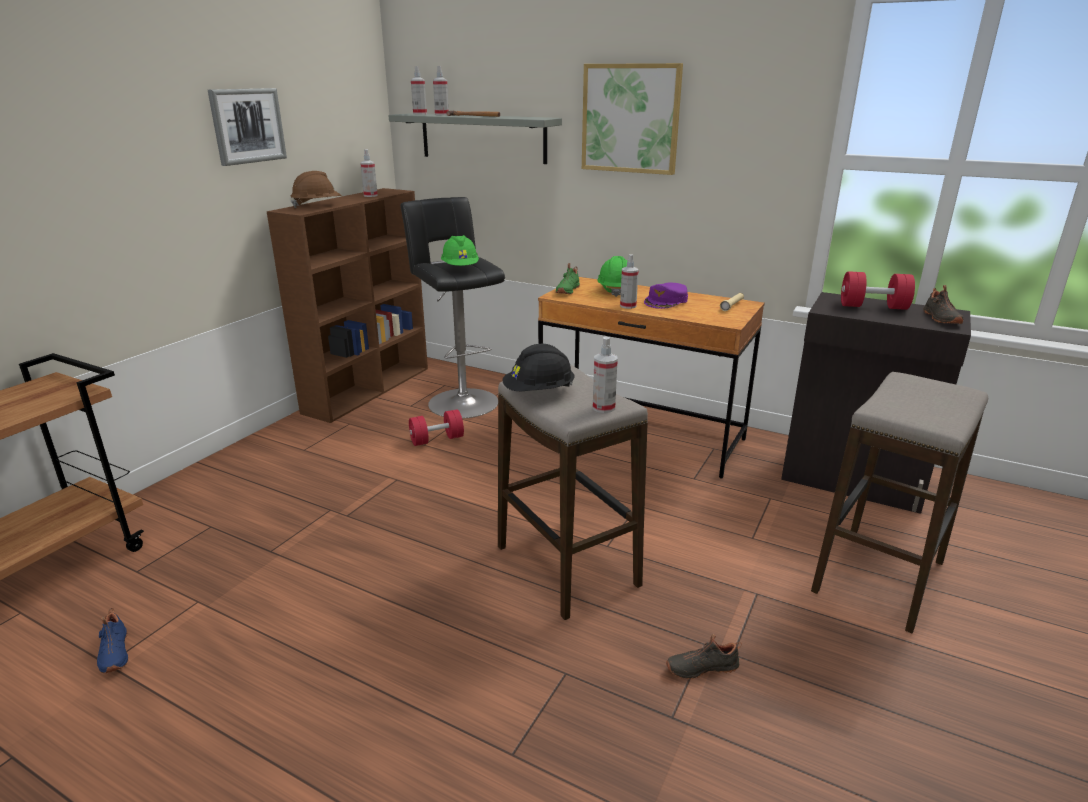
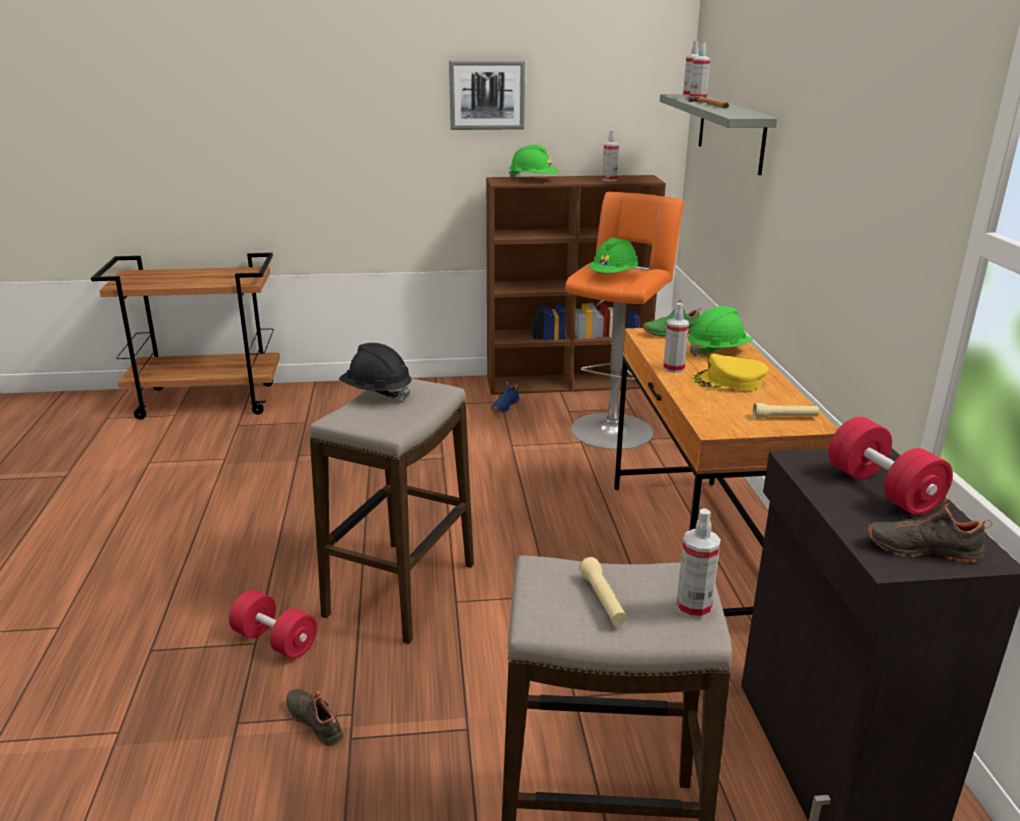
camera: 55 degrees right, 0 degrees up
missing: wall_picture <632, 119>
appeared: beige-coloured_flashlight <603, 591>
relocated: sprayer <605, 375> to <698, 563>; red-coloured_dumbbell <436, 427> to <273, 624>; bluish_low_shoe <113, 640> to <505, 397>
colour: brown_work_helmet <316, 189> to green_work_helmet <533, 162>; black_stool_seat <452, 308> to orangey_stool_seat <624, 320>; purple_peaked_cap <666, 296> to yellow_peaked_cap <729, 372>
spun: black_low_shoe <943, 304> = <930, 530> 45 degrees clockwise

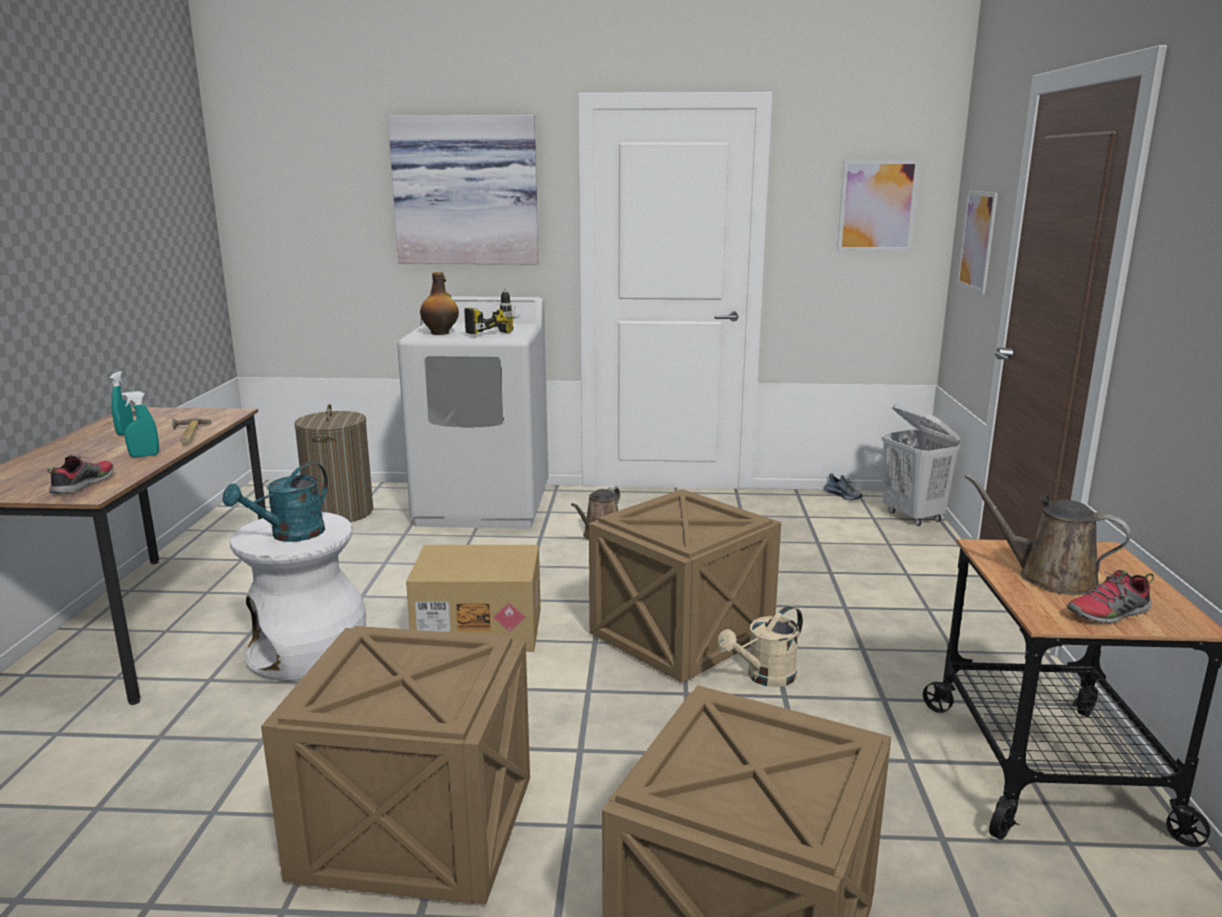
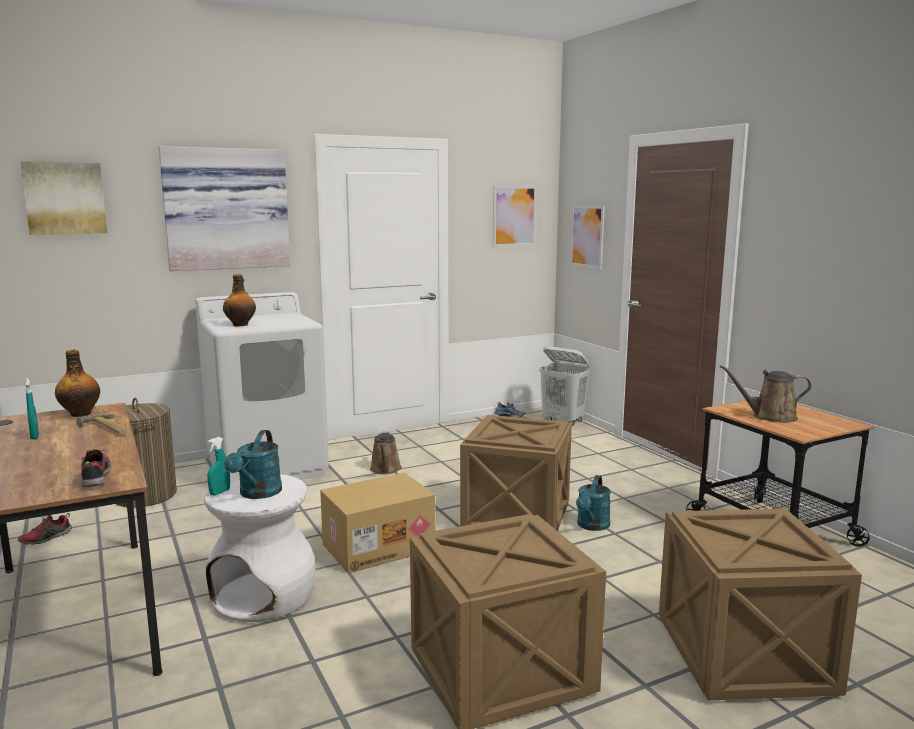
camera: 30 degrees left, 5 degrees down
missing: power_drill <488, 311>
appeared: wall_picture <63, 198>; bottle <77, 383>
relocated: turquoise_sprayer <140, 424> to <218, 466>; low_shoe <1110, 597> to <45, 529>
colour: beige-coloured_sprinkling_can <760, 646> to turquoise_sprinkling_can <593, 503>

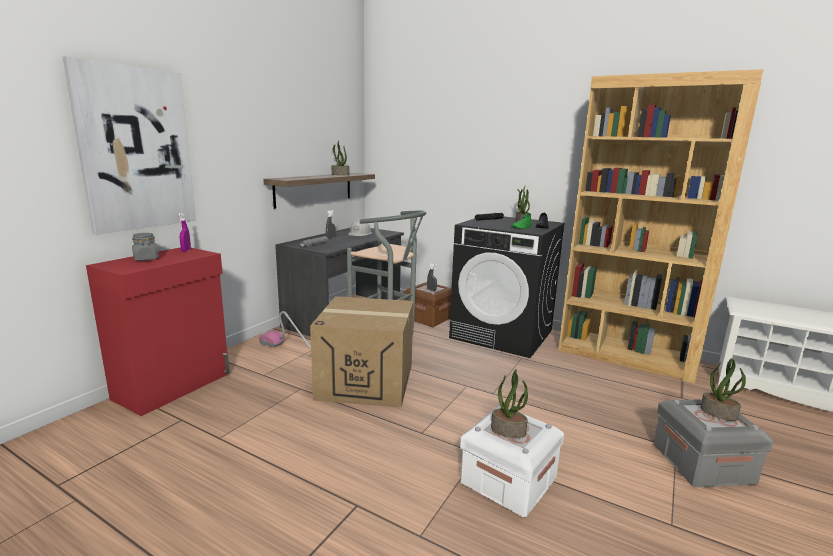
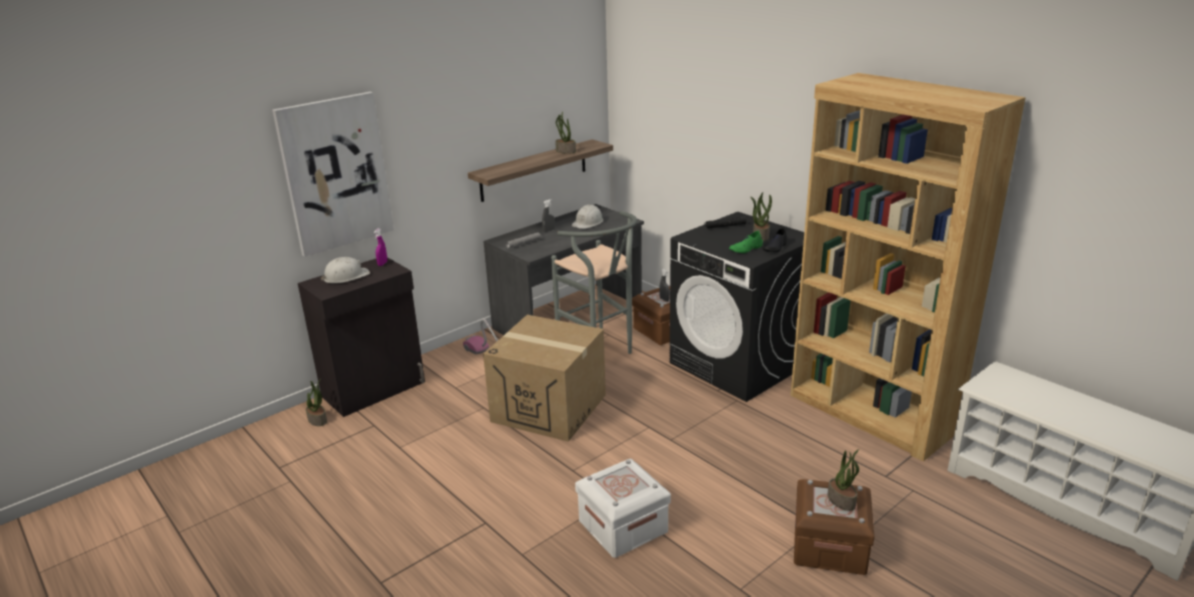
camera: 20 degrees right, 10 degrees up
relocated: plant_in_a_pot <509, 404> to <316, 402>
exchanged: gray_storage_jar <145, 247> to white-coloured_work_helmet <345, 270>
colour: red-coloured_cupboard <158, 331> to black_cupboard <361, 337>; gray_storage_bin <713, 443> to brown_storage_bin <834, 527>

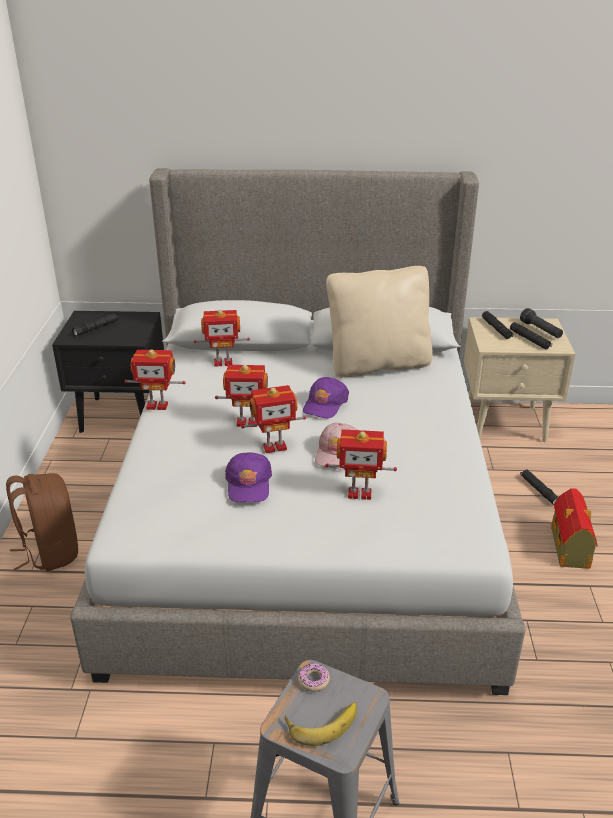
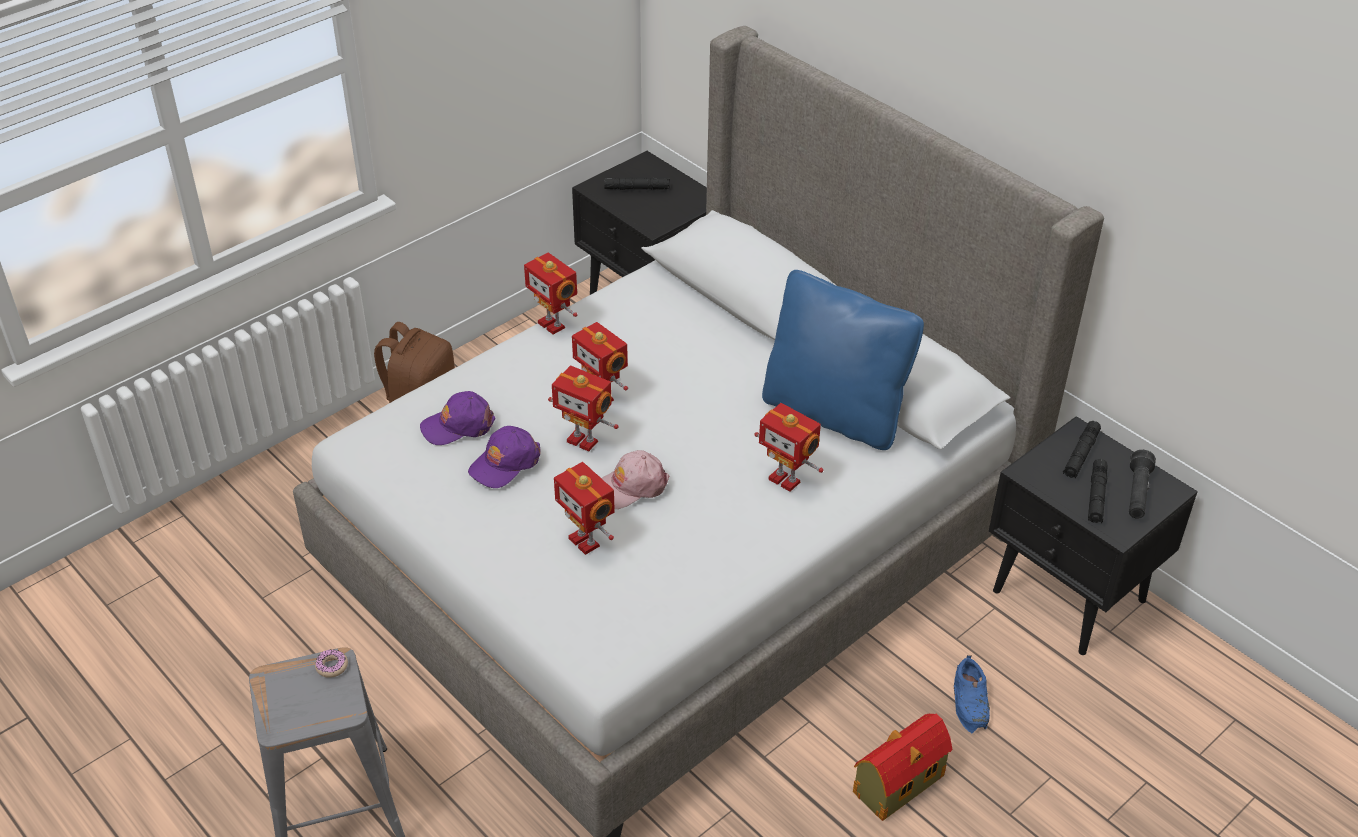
camera: 45 degrees right, 10 degrees up
missing: whole_banana <321, 724>
relocated: model_robot <222, 338> to <789, 447>; purple_peaked_cap <326, 397> to <458, 418>
exchanged: black_flashlight <539, 487> to bluish_low_shoe <972, 694>
colour: beige-coloured_cushion <379, 322> to bluish_cushion <843, 360>; beige-coloured_night_table <520, 380> to black_night_table <1093, 535>

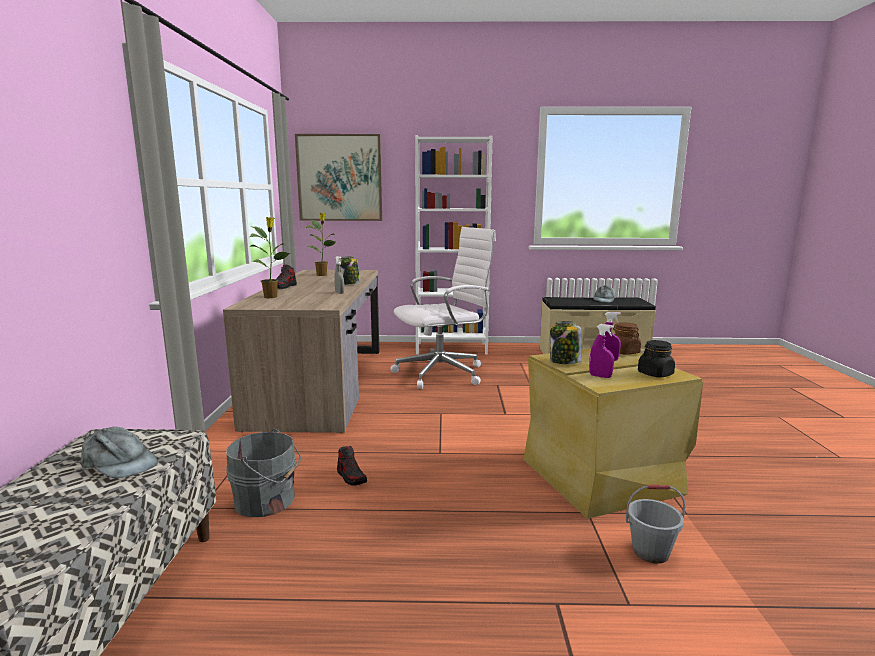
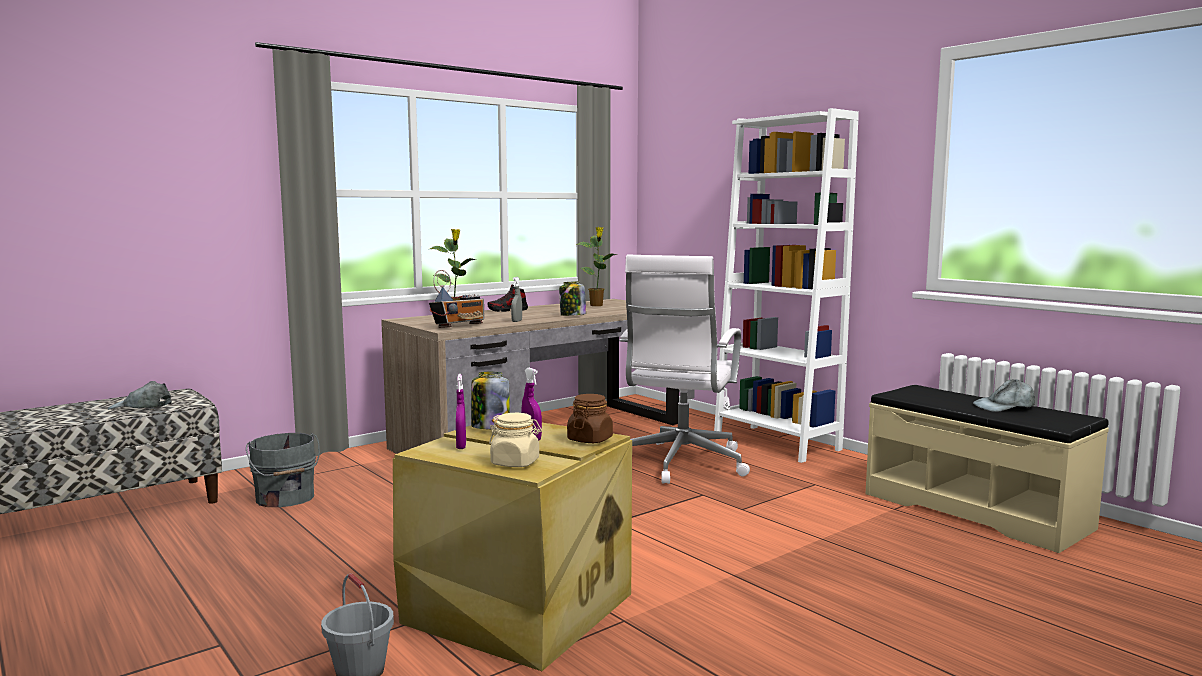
camera: 50 degrees right, 5 degrees down
missing: wall_picture <338, 177>; low_shoe <352, 466>
appeared: radio_set <457, 299>
colour: black_storage_jar <656, 359> to beige-coloured_storage_jar <515, 440>
spun: white-coloured_computer_chair <443, 308> = <684, 369> 90 degrees clockwise; gray_peaked_cap <119, 453> = <140, 395> 105 degrees clockwise

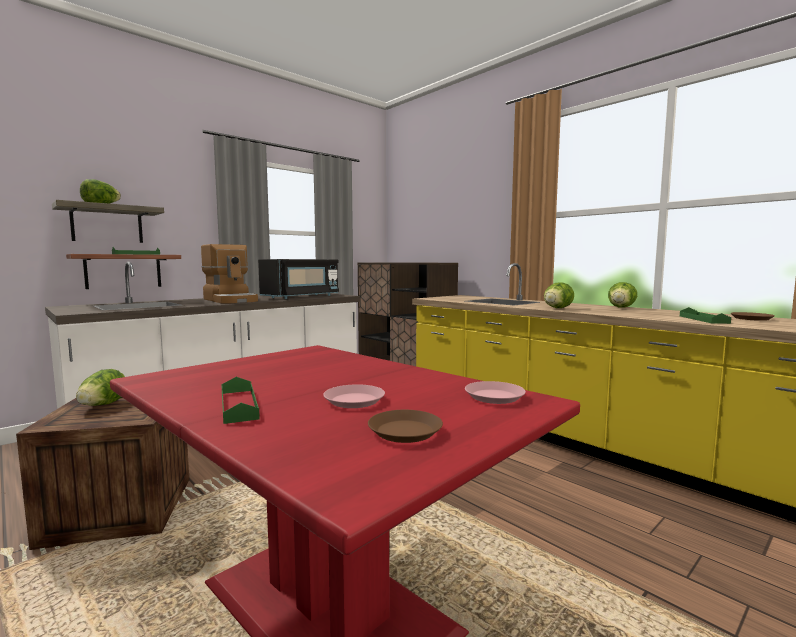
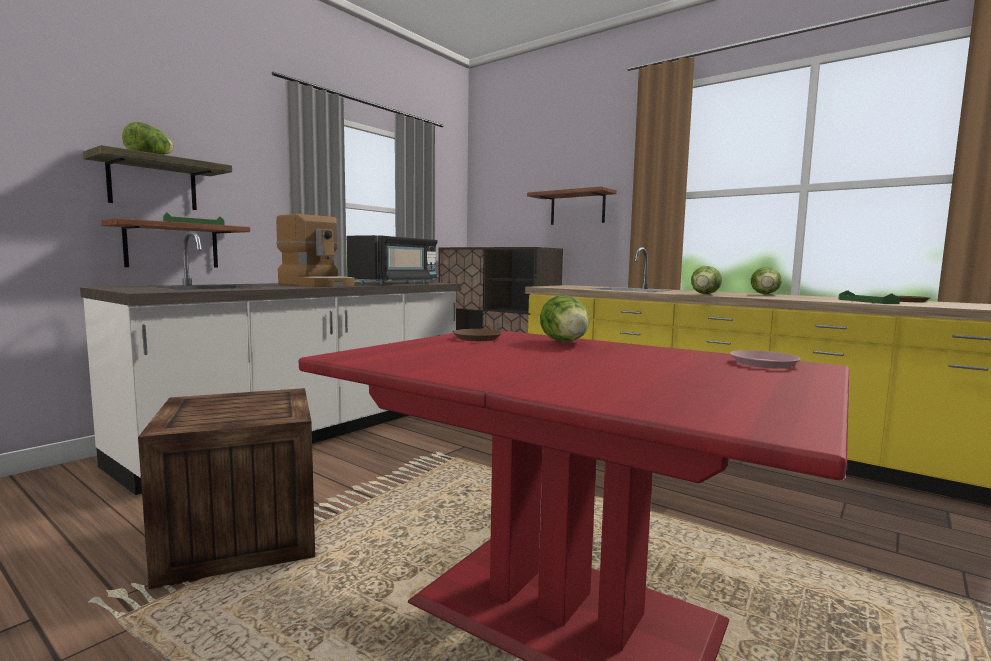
camera: 10 degrees left, 0 degrees up
missing: green_tray <240, 400>; pinkish_dinner_plate <354, 396>
appeared: bracket_shelf <572, 205>
relocated: head_of_lettuce <100, 387> to <565, 318>; brown_dinner_plate <405, 426> to <477, 335>

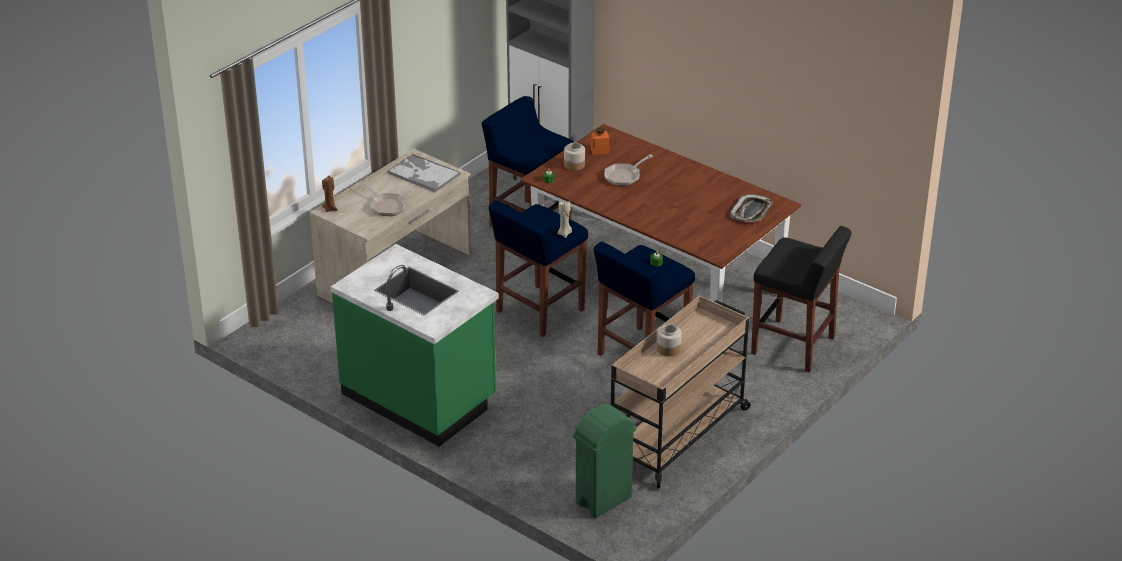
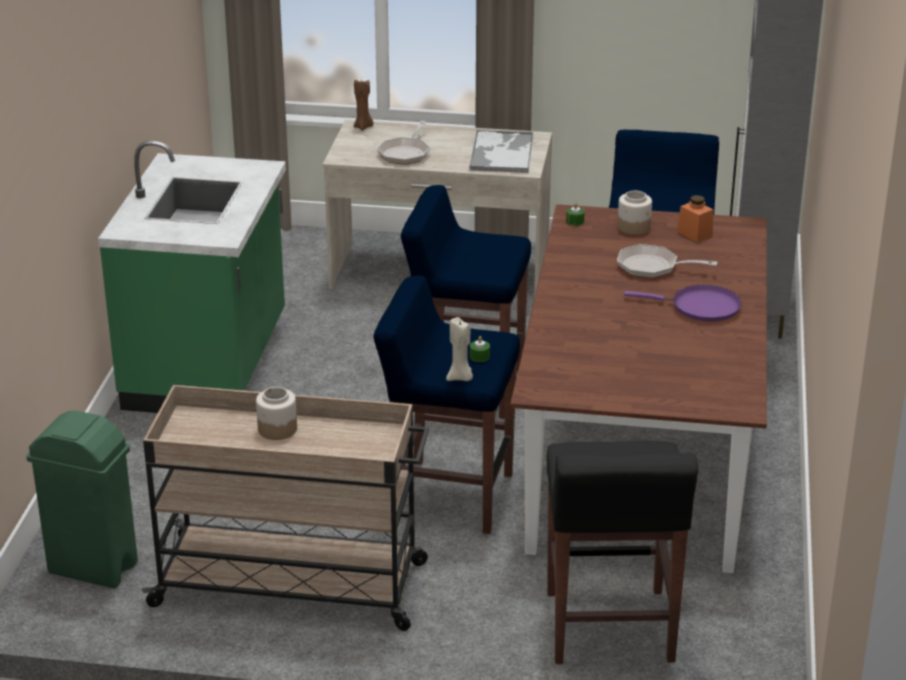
camera: 60 degrees right, 5 degrees down
missing: tray <751, 208>
appeared: purple_pan <683, 303>
relocated: beige-coloured_wax_light <565, 219> to <459, 349>

